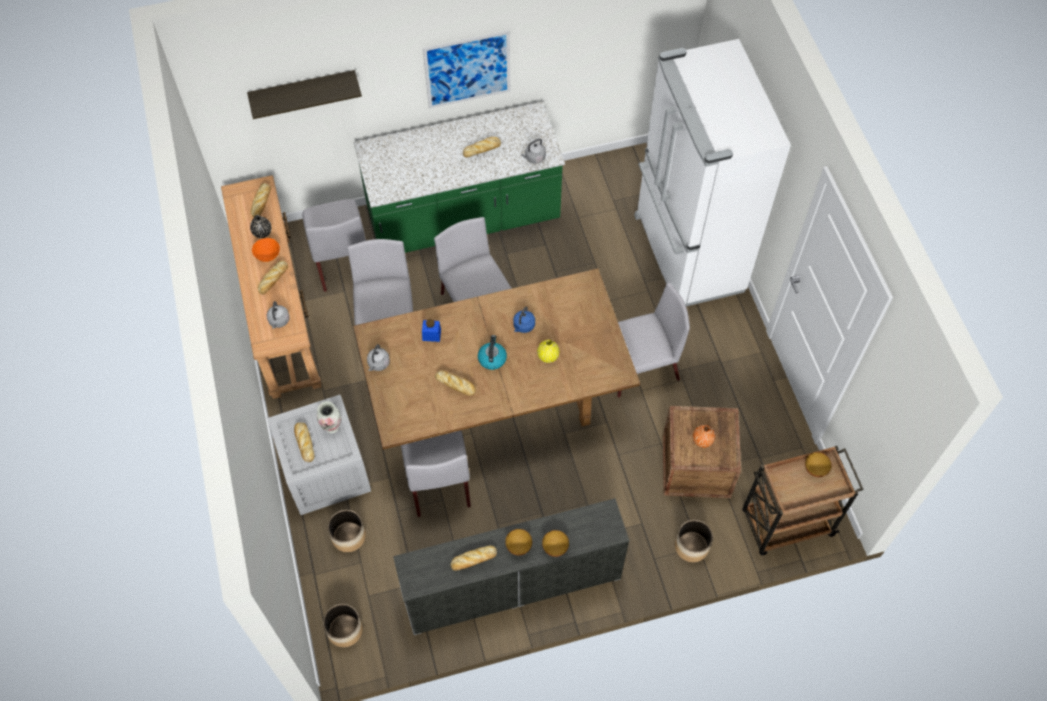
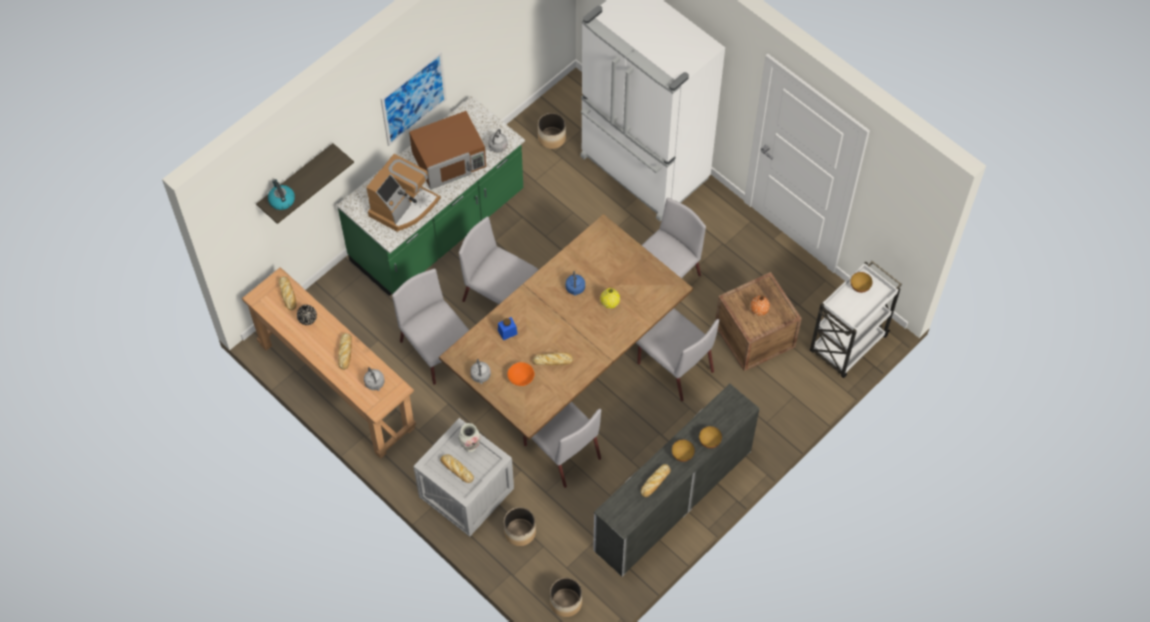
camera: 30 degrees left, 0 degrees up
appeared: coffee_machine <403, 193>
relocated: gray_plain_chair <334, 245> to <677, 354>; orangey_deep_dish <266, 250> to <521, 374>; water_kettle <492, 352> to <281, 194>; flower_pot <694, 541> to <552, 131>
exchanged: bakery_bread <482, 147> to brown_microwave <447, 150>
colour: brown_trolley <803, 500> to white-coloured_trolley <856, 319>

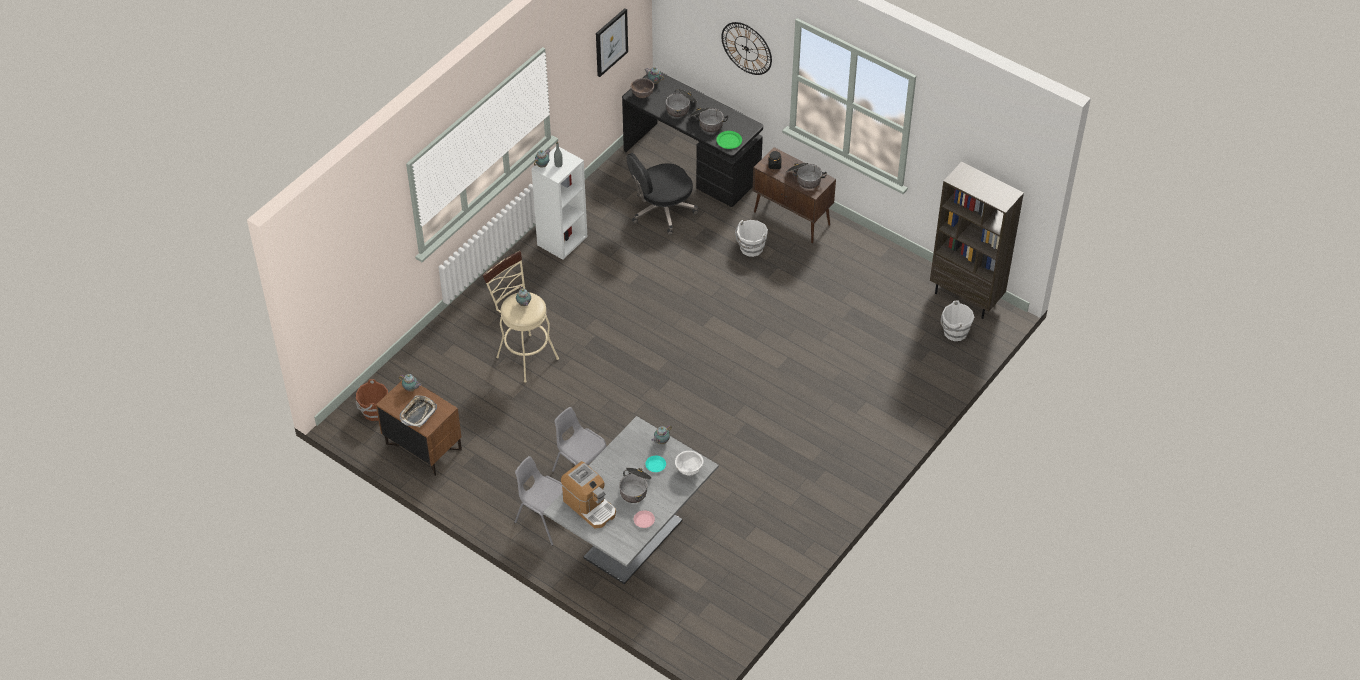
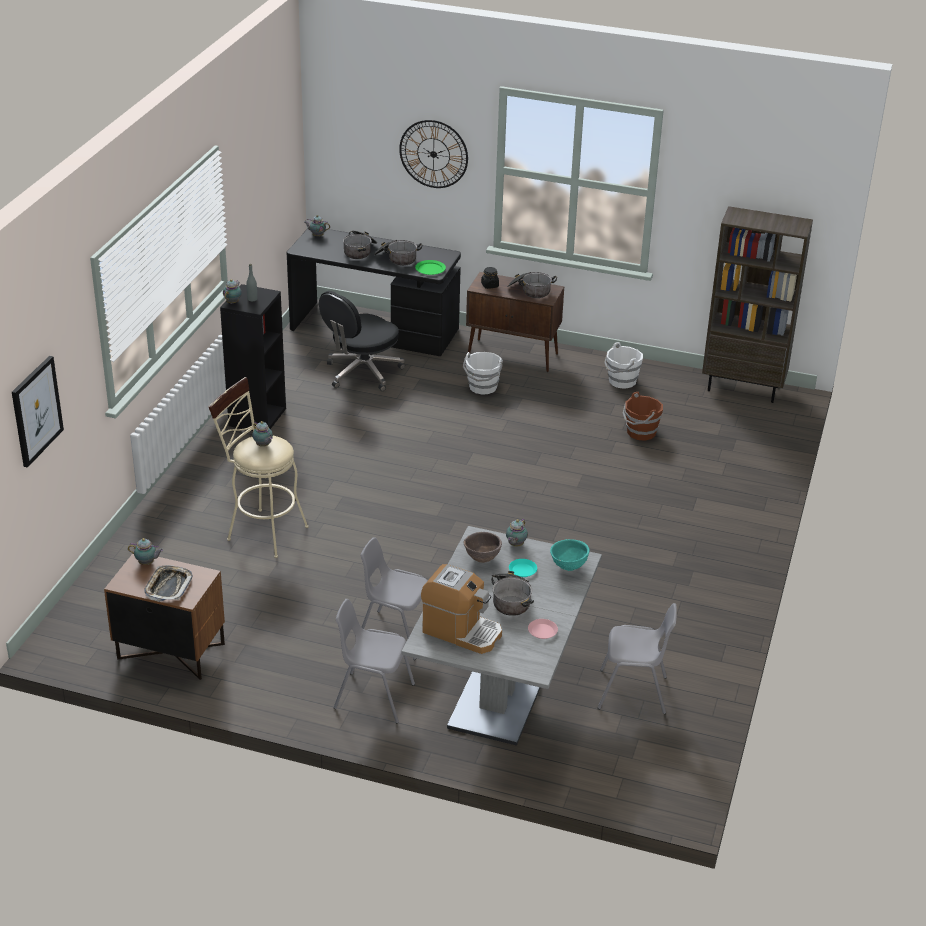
camera: 20 degrees left, 15 degrees down
appeared: gray_plain_chair <637, 658>
relocated: wall_picture <612, 42> to <38, 412>; brown_deep_dish <642, 88> to <482, 547>; white-coloured_bucket <957, 320> to <623, 365>; brown_bucket <372, 400> to <643, 416>
colour: white-coloured_bookshelf <559, 203> to black_bookshelf <253, 357>; white-coloured_deep_dish <689, 463> to turquoise_deep_dish <570, 555>

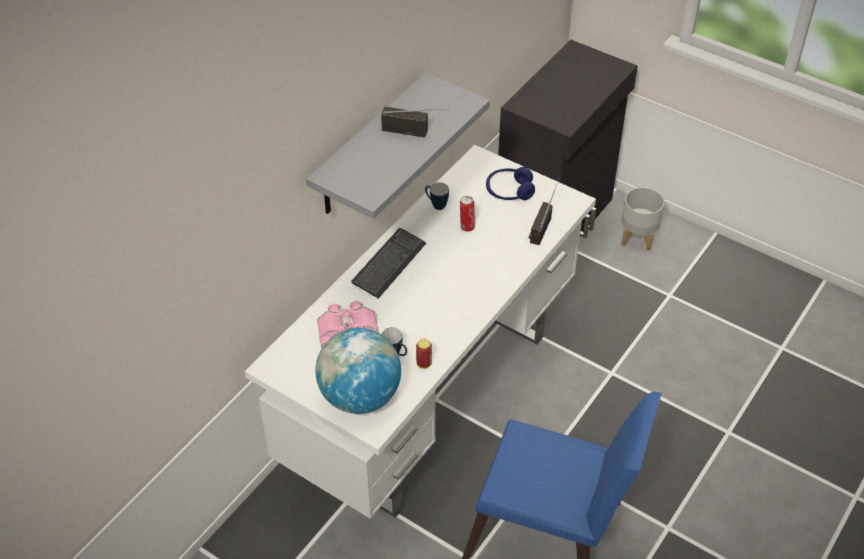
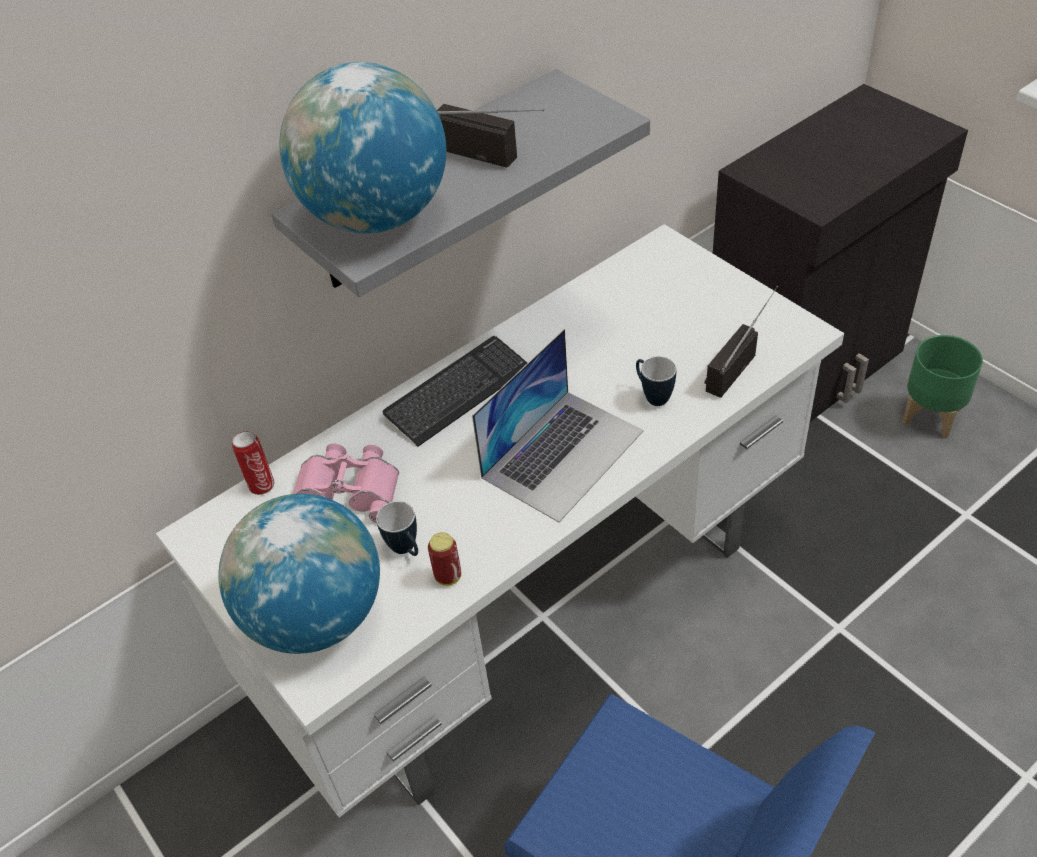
camera: 20 degrees right, 0 degrees up
missing: bluish_headset <510, 183>
appeared: desk_globe <363, 147>; notebook_computer <558, 425>
relocated: mug <437, 196> to <656, 381>; metal_can <467, 214> to <253, 463>
colour: gray_flower_pot <643, 219> to green_flower_pot <943, 386>

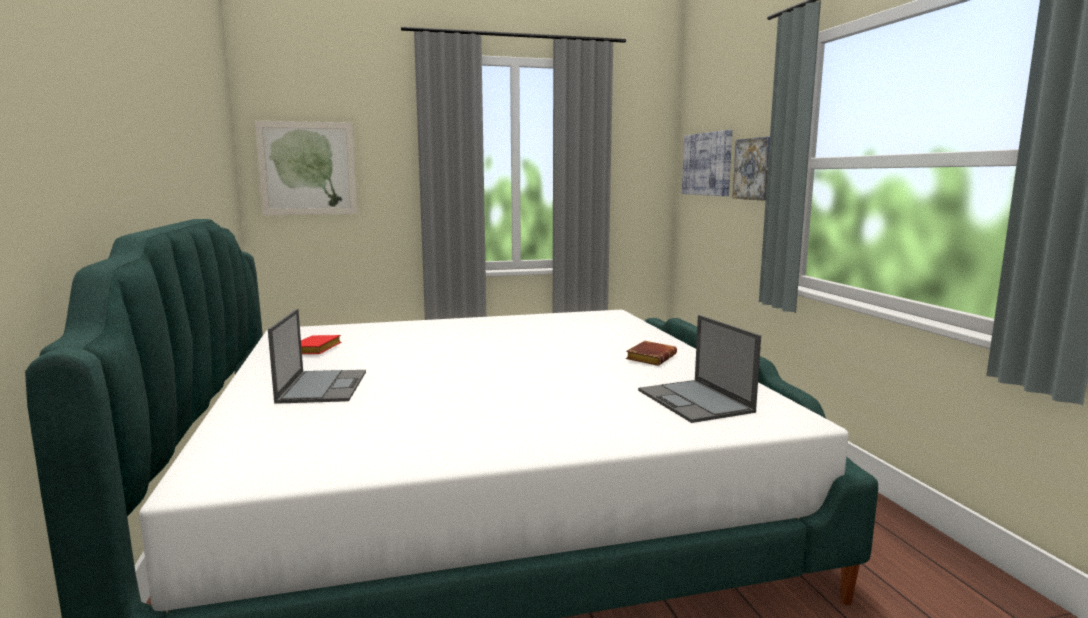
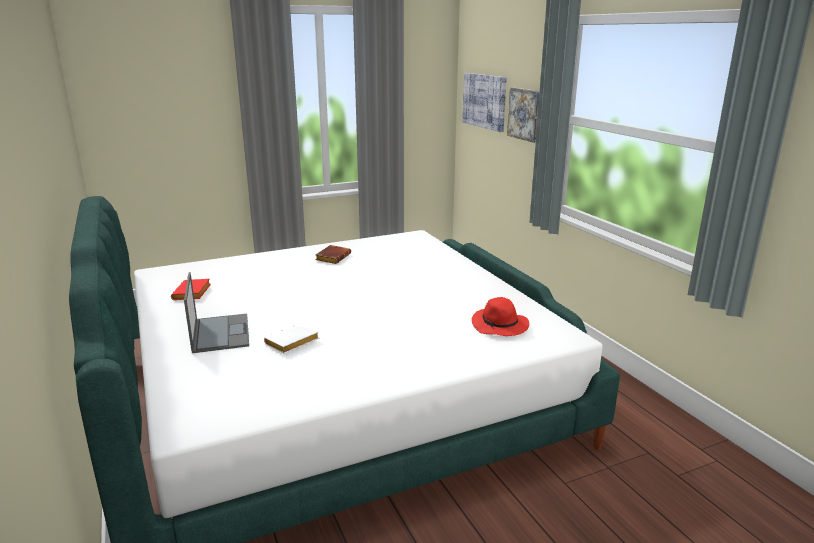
camera: 10 degrees left, 10 degrees up
missing: wall_picture <306, 168>
appeared: white-coloured_bound_book <291, 339>
relocated: brown_bound_book <651, 353> to <333, 254>
exchanged: notebook_computer <699, 369> to red-coloured_wearable_hat <500, 316>

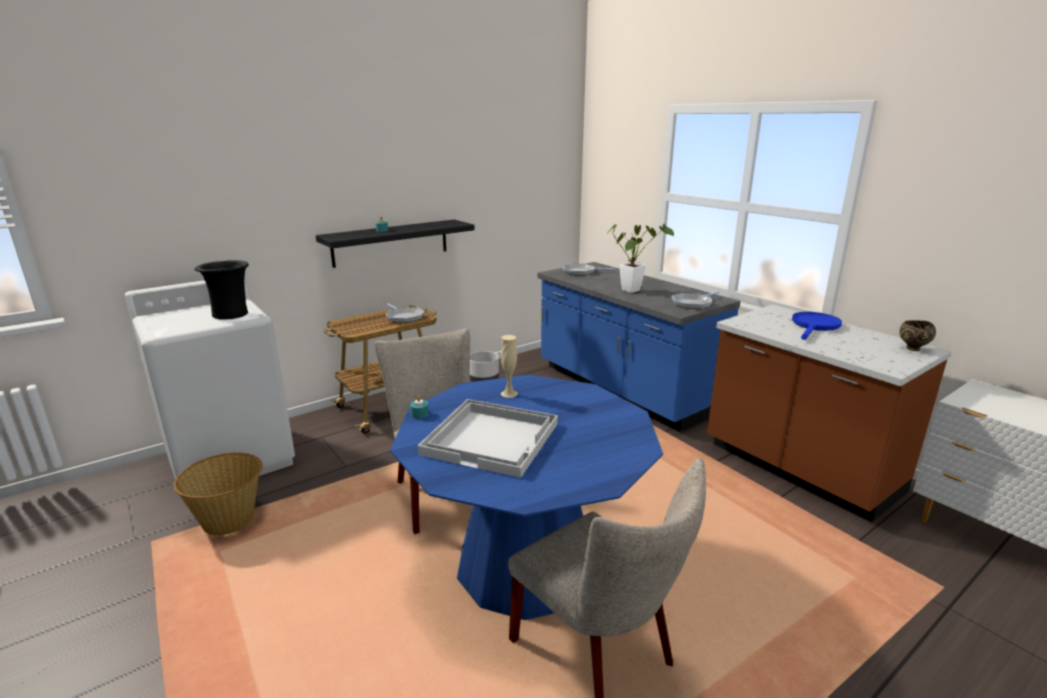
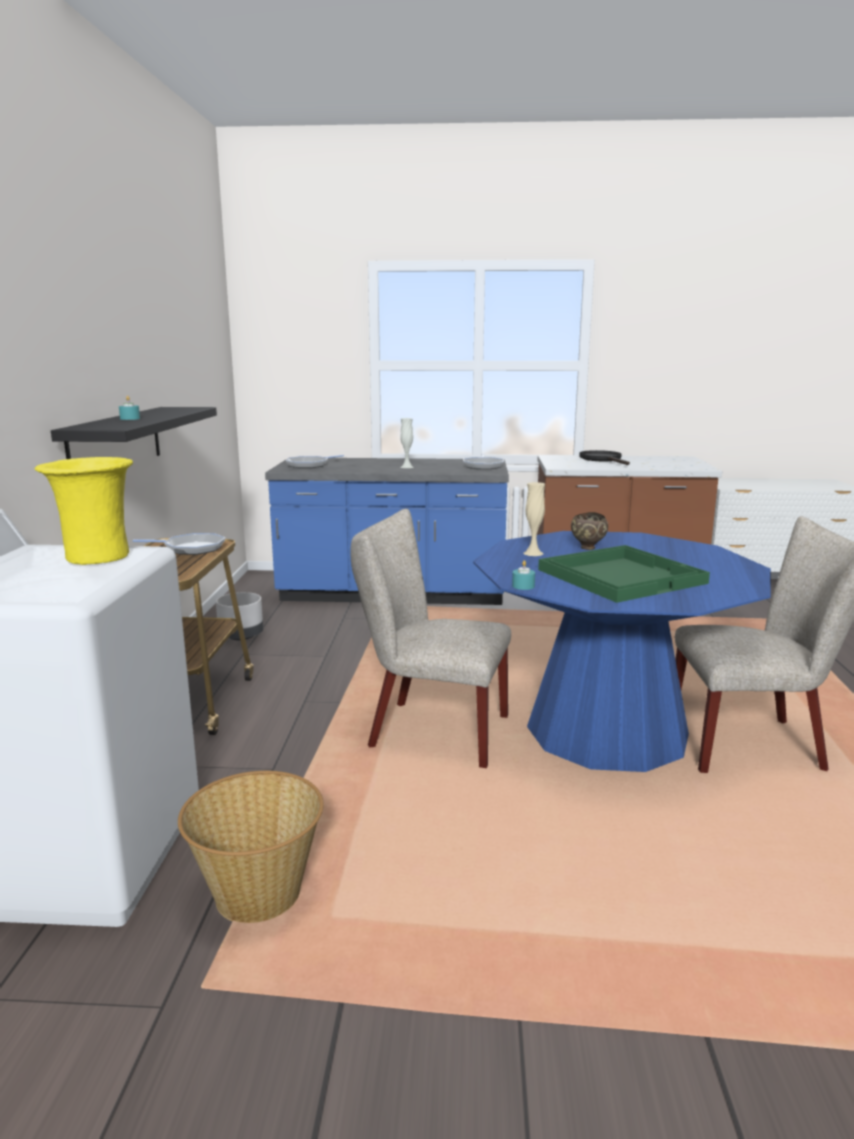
camera: 50 degrees left, 5 degrees down
relocated: brown_deep_dish <917, 336> to <589, 531>
exchanged: plant_in_a_pot <640, 258> to white-coloured_decorative_vase <407, 443>
colour: black_decorative_vase <221, 290> to yellow_decorative_vase <84, 511>; bluish_pan <817, 326> to black_pan <604, 457>; white-coloured_tray <488, 438> to green_tray <624, 574>

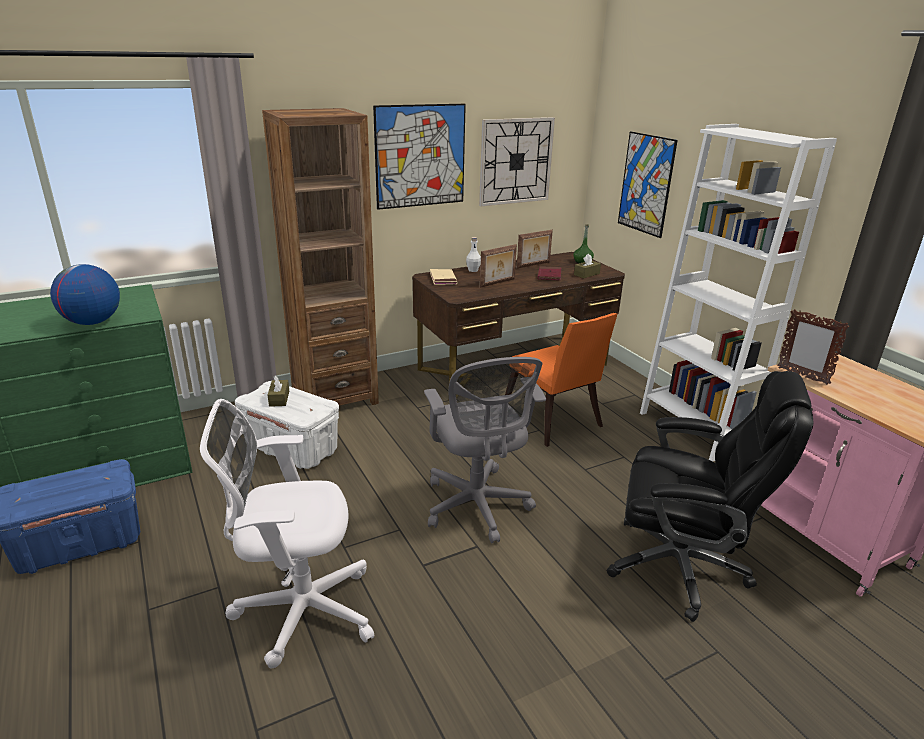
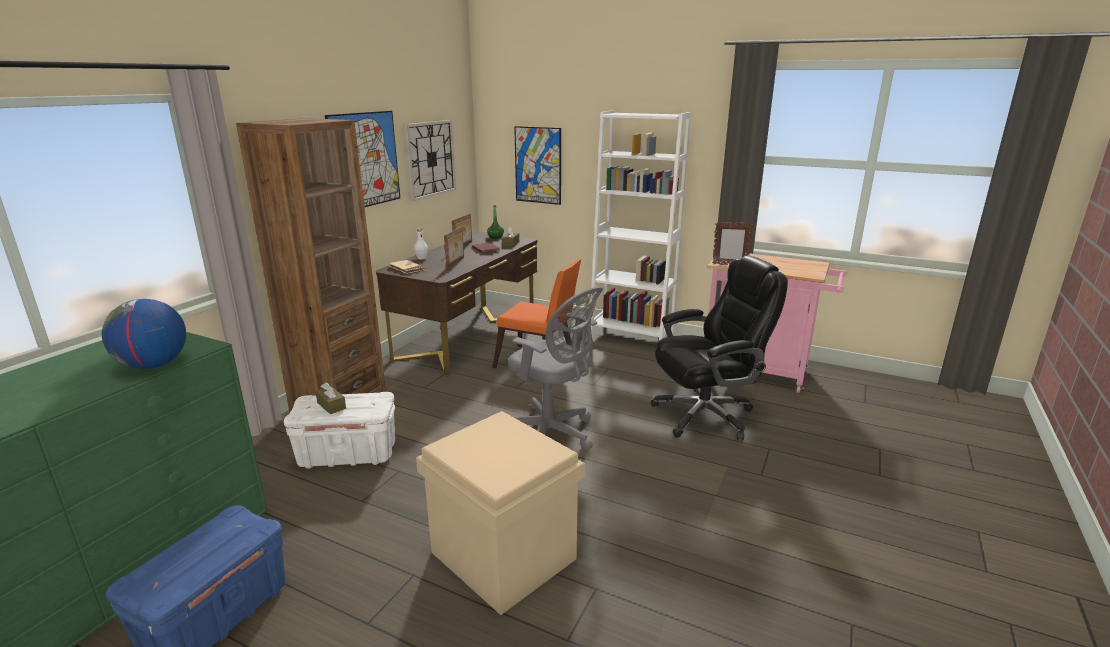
camera: 35 degrees left, 5 degrees down
exchanged: white-coloured_computer_chair <287, 533> to beige-coloured_storage_bin <500, 513>

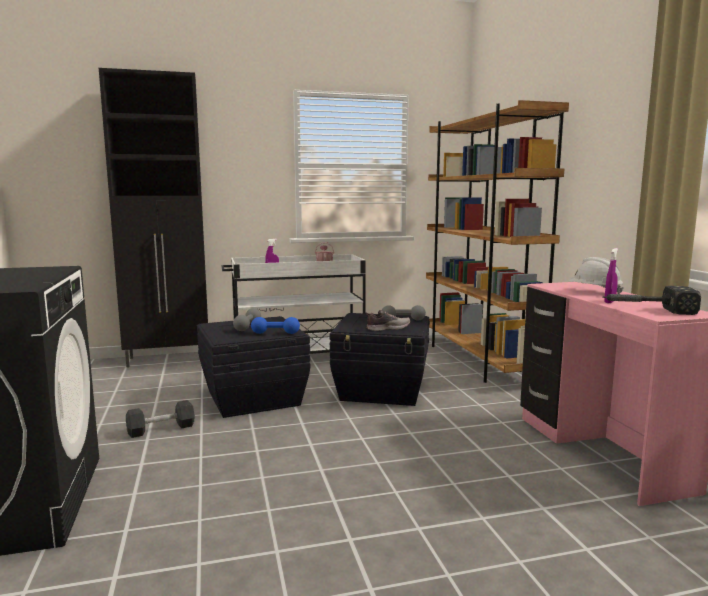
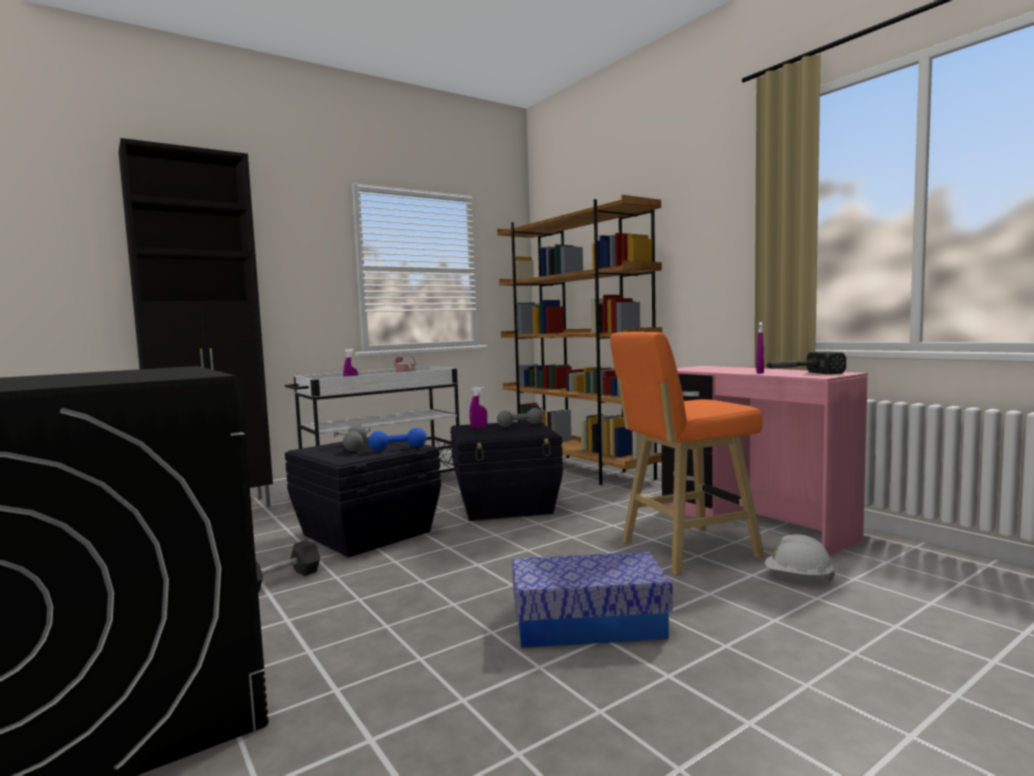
camera: 20 degrees left, 5 degrees down
missing: low_shoe <388, 320>
appeared: orangey_stool_seat <687, 454>; purple_sprayer <478, 407>; storage_bin <592, 600>
relocated: white-coloured_work_helmet <595, 275> to <800, 557>

